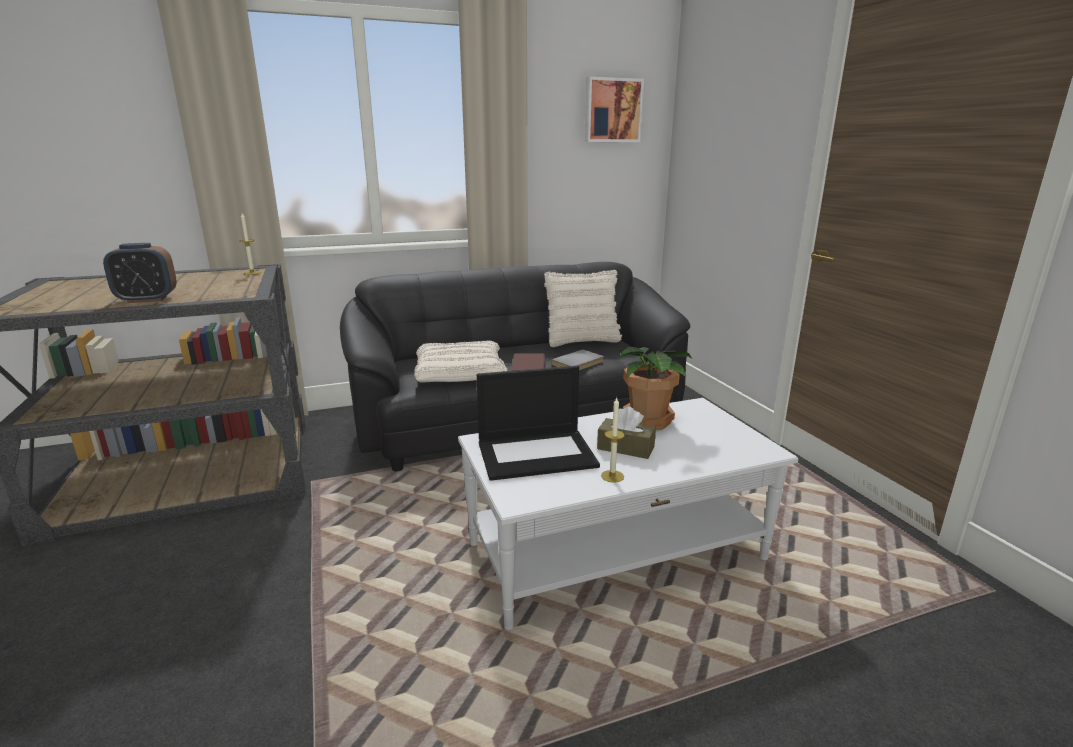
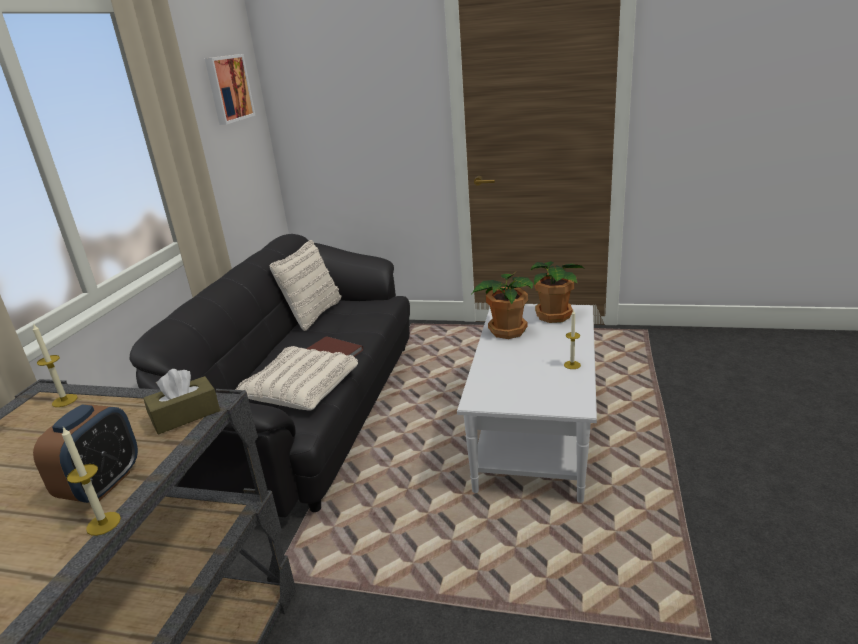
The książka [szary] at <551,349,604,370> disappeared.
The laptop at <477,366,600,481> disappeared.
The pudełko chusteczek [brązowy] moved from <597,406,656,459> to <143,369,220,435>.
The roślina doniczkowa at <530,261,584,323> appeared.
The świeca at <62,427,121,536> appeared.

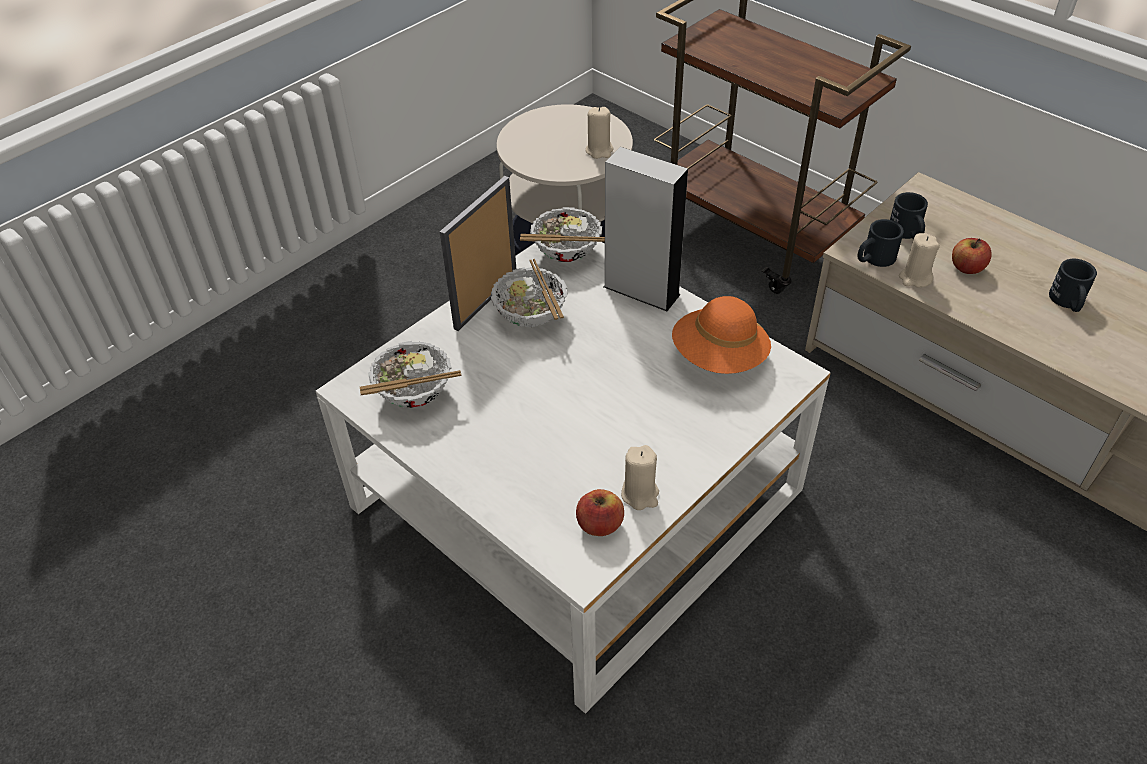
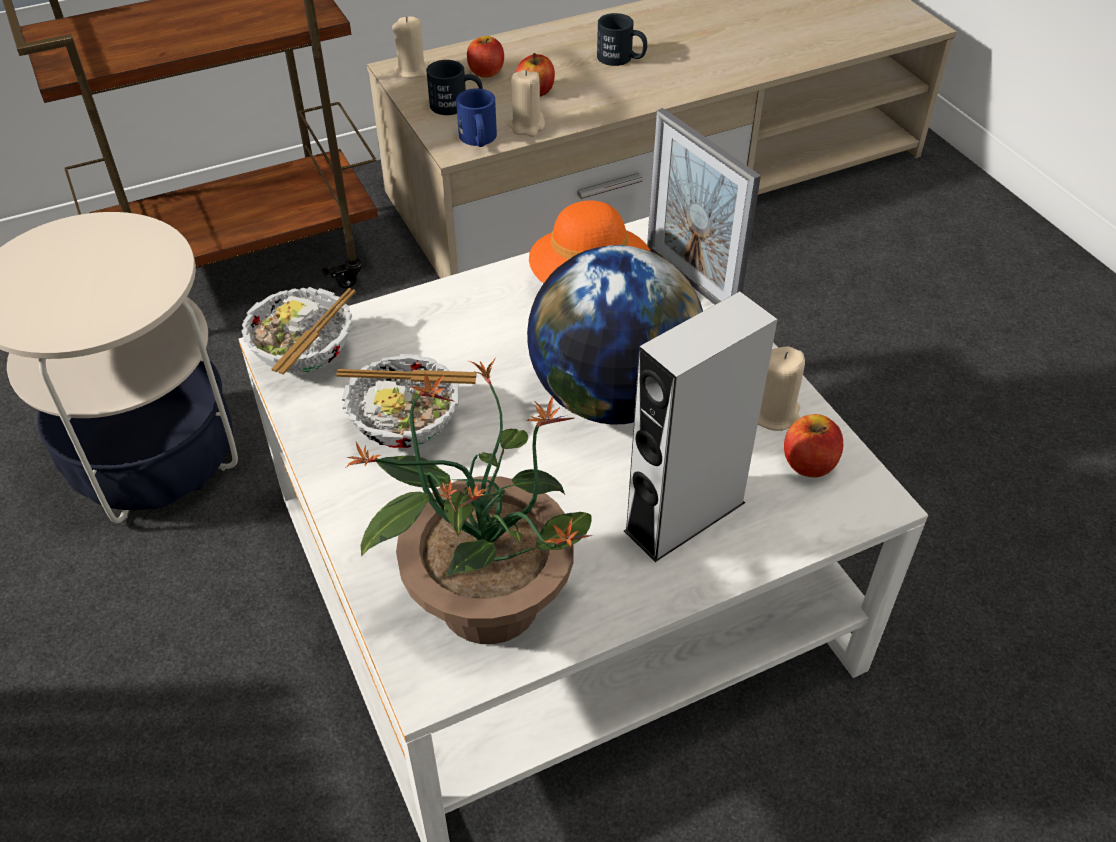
The świeca [beżowy] moved from <585,107,614,159> to <392,16,429,78>.
The głośnik [szary] moved from <603,147,688,311> to <624,291,778,562>.
The ramka na zdjęcie moved from <440,176,516,331> to <647,108,761,305>.
The kubek [czarny] at <858,219,904,267> became the kubek [niebieski] at <456,88,497,147>.
The miska at <360,341,461,408> was replaced by the roślina doniczkowa at <346,359,592,644>.
The jabłko at <467,36,504,78> appeared.
The globus at <527,245,703,425> appeared.

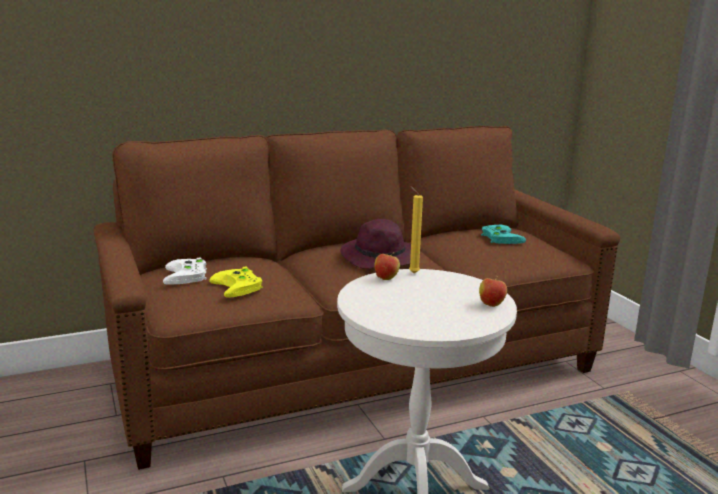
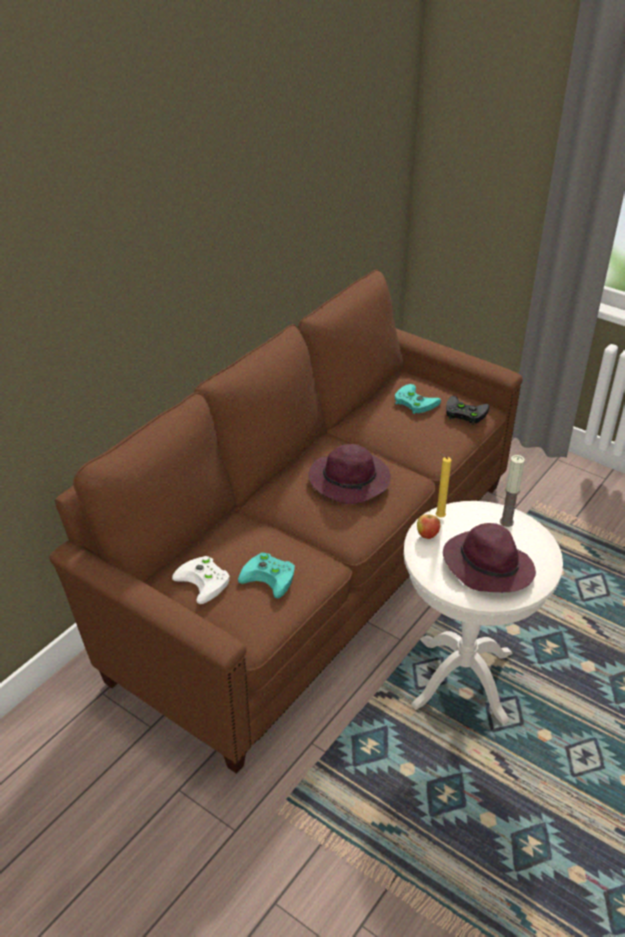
The pad do gier [żółty] at <209,266,263,298> became the pad do gier [turkusowy] at <238,553,295,599>.
The jabłko at <479,276,507,307> disappeared.
The pad do gier [czarny] at <446,396,489,425> appeared.
The świeca at <500,455,525,527> appeared.
The kapelusz [fioletowy] at <443,523,536,592> appeared.

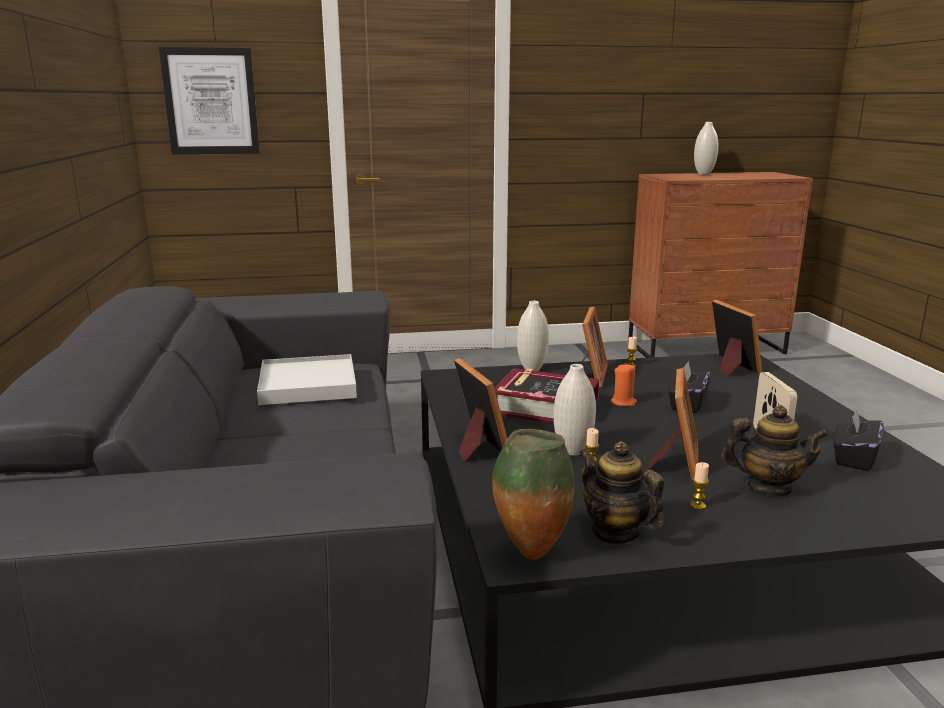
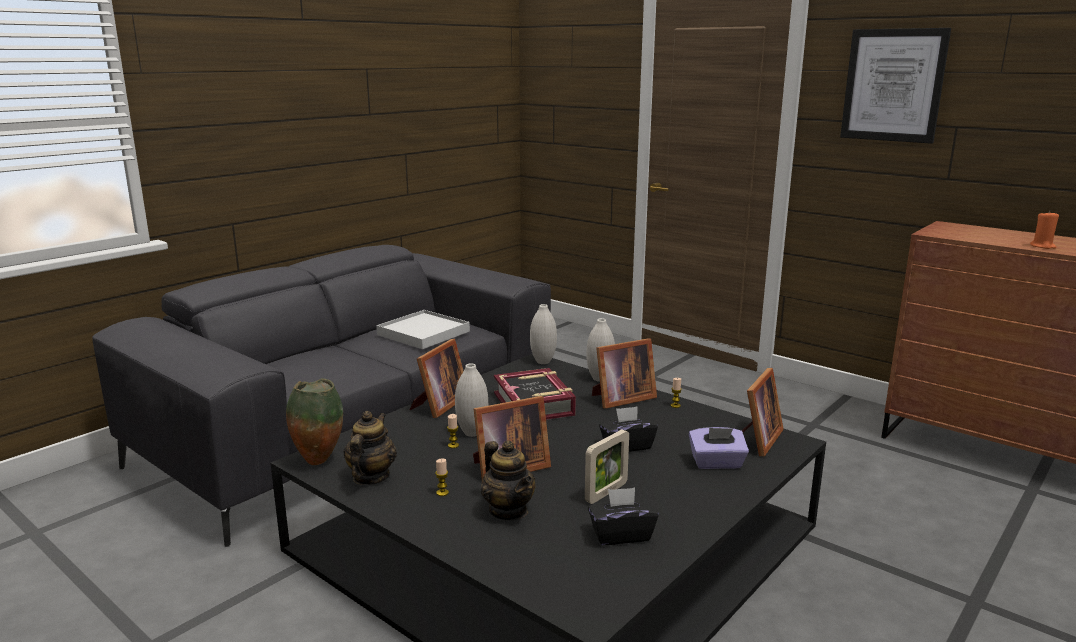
The obraz moved from <159,47,260,154> to <840,28,951,144>.
The wazon [biały] moved from <694,122,718,175> to <530,304,557,364>.
The świeca [pomarańczowy] moved from <610,363,637,406> to <1030,211,1059,249>.
The pudełko chusteczek [fioletowy] at <689,427,749,469> appeared.

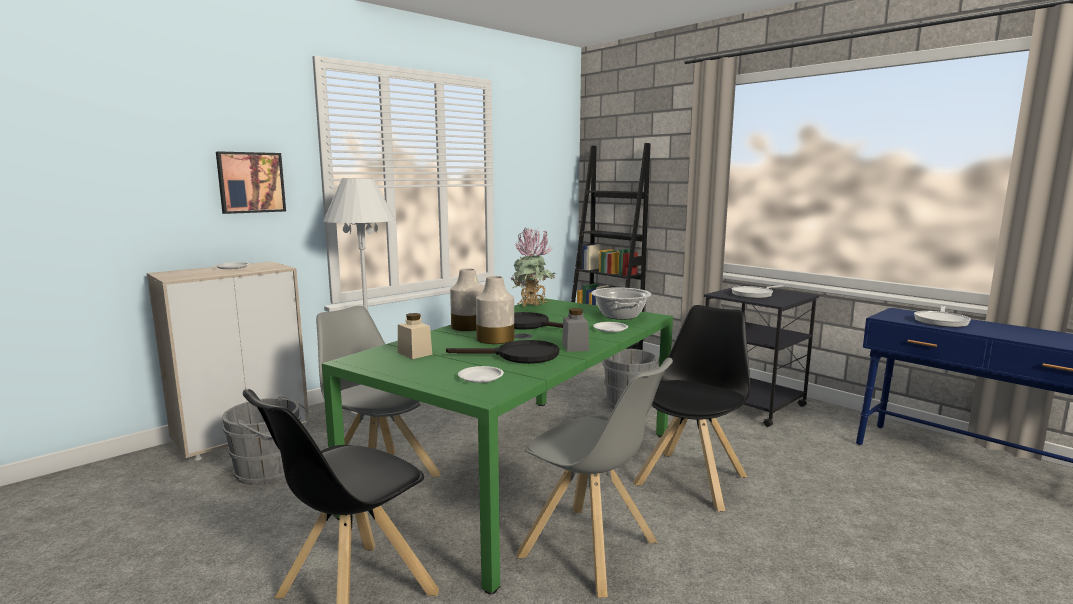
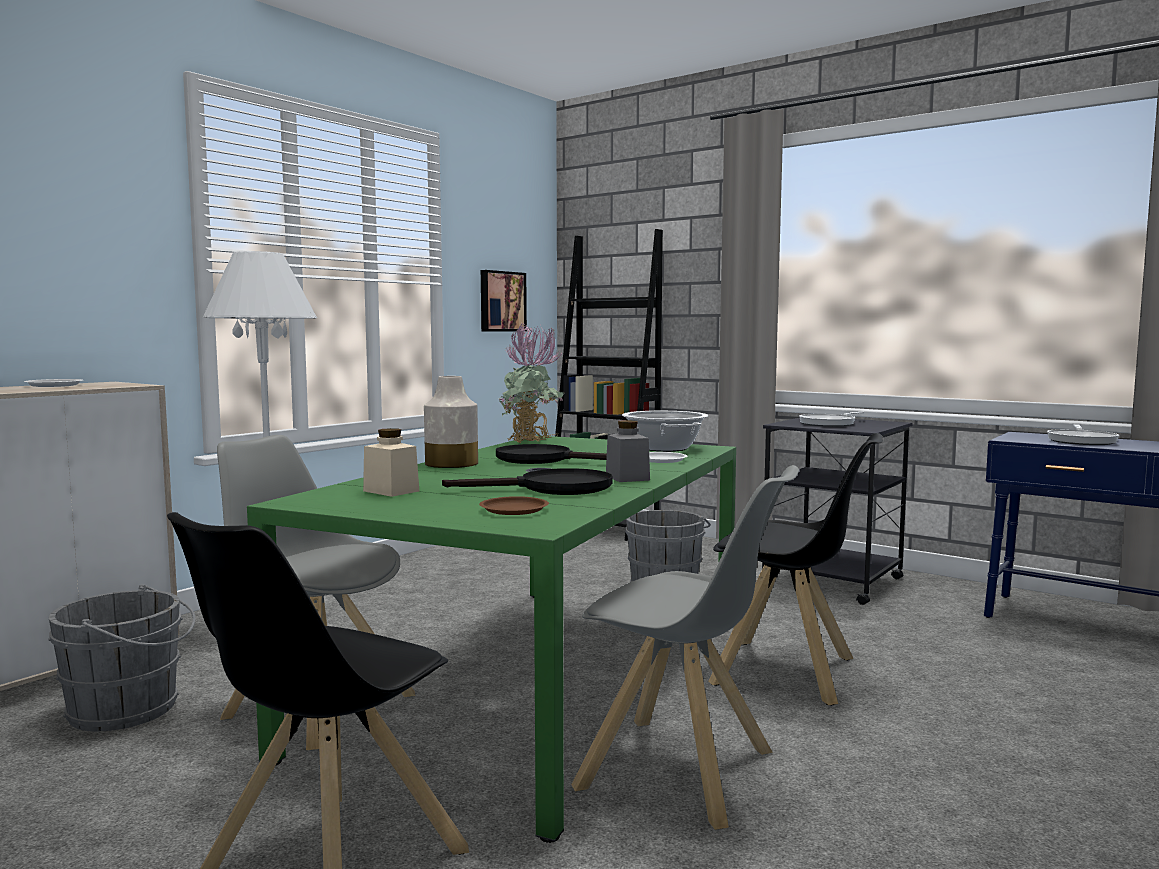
The obraz moved from <216,151,286,214> to <481,270,527,331>.
The wazon [beżowy] at <476,276,514,344> disappeared.
The krzesło [czarny] at <633,305,750,512> turned 90 degrees clockwise.
The talerz [biały] at <458,366,504,383> became the talerz [brązowy] at <479,496,549,515>.

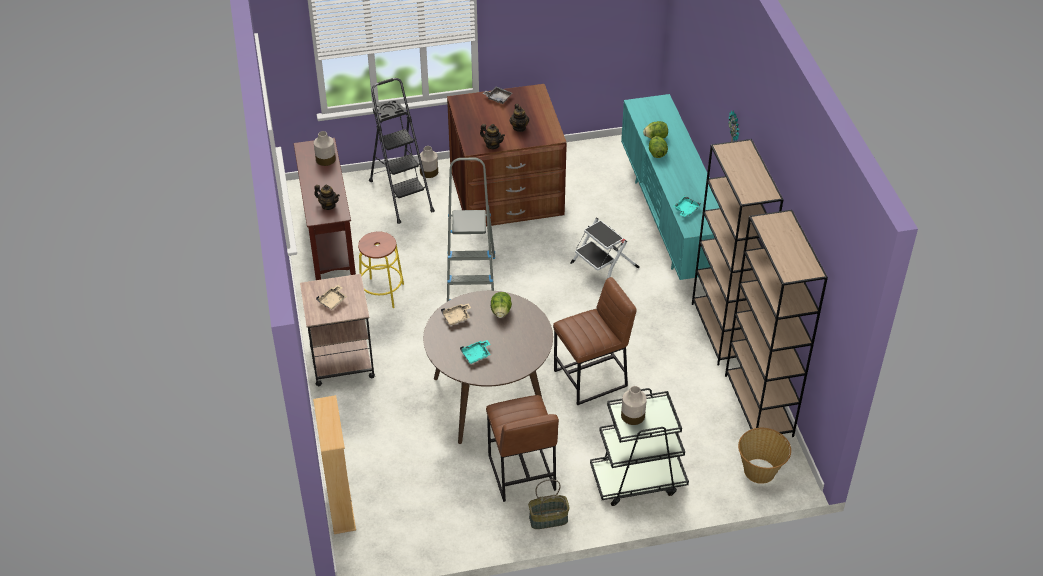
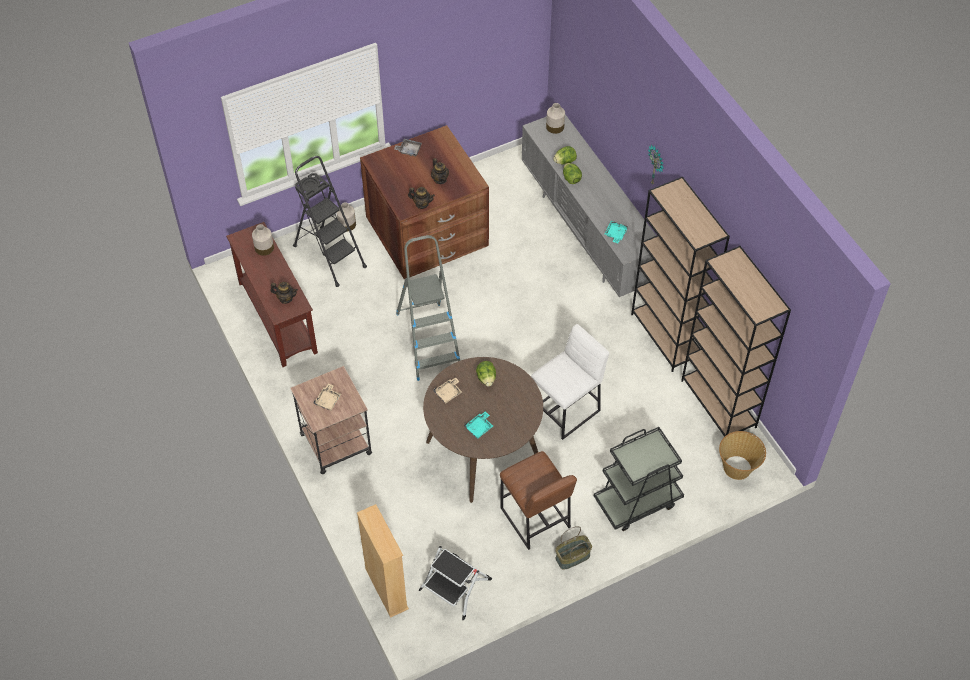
The szafka [turkusowy] at <621,94,719,280> became the szafka [szary] at <522,114,656,297>.
The drabinka moved from <570,217,640,278> to <419,546,492,620>.
The stołek [żółty] at <358,232,404,308> disappeared.
The krzesło [brązowy] at <553,277,637,405> became the krzesło [biały] at <531,324,609,440>.
The wazon [beżowy] moved from <621,386,647,425> to <546,103,565,134>.

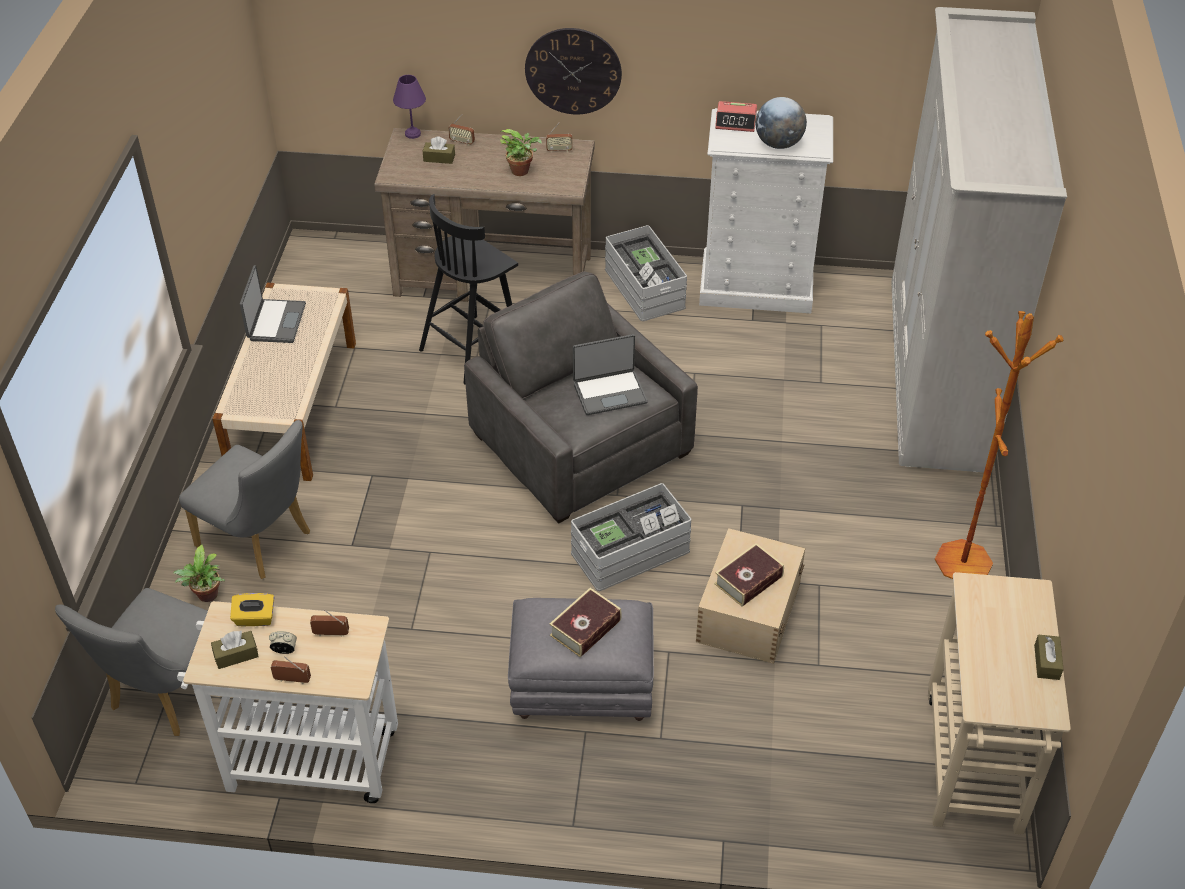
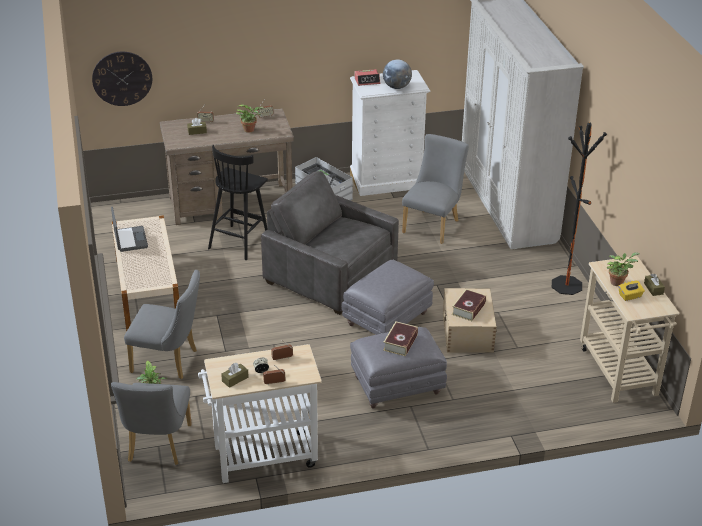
The zegar ścienny moved from <525,28,622,114> to <92,52,152,106>.
The lampa stołowa [fioletowy] at <393,75,426,139> disappeared.
The wieszak [pomarańczowy] at <935,311,1064,579> became the wieszak [czarny] at <552,122,607,295>.
The laptop at <573,334,648,415> disappeared.
The pojemnik do przechowywania [szary] at <571,483,691,591> was replaced by the pufa [szary] at <342,260,434,335>.
The pudełko chusteczek [żółty] moved from <230,593,275,626> to <618,281,645,301>.
The krzesło [szary] at <402,134,469,244> appeared.
The roślina doniczkowa at <607,252,639,286> appeared.

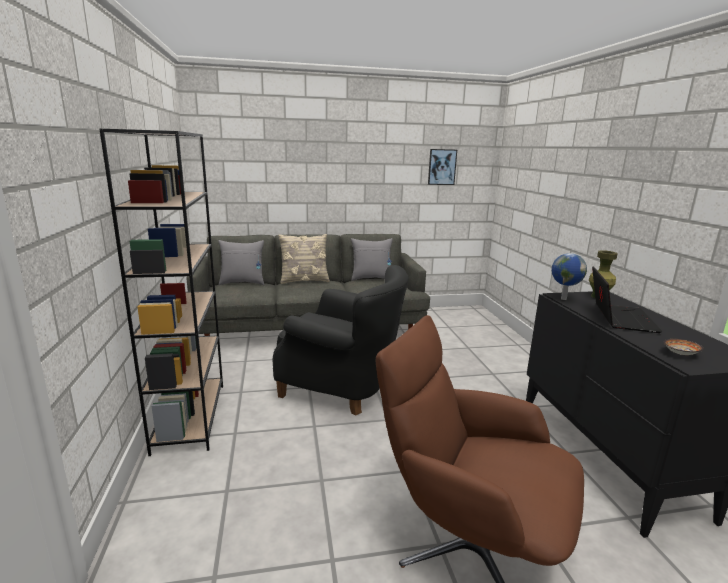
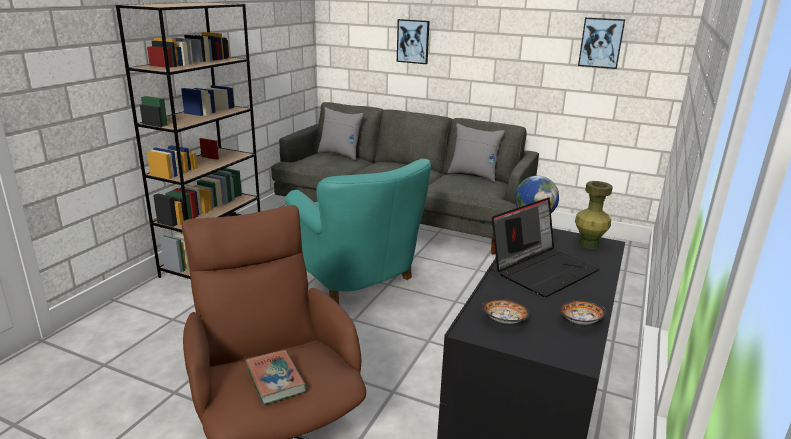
The poduszka [beżowy] at <278,234,329,284> disappeared.
The fotel [czarny] at <273,265,409,416> became the fotel [turkusowy] at <285,159,431,304>.
The obraz at <397,19,430,64> appeared.
The miska at <560,300,606,325> appeared.
The książka at <245,350,307,405> appeared.

